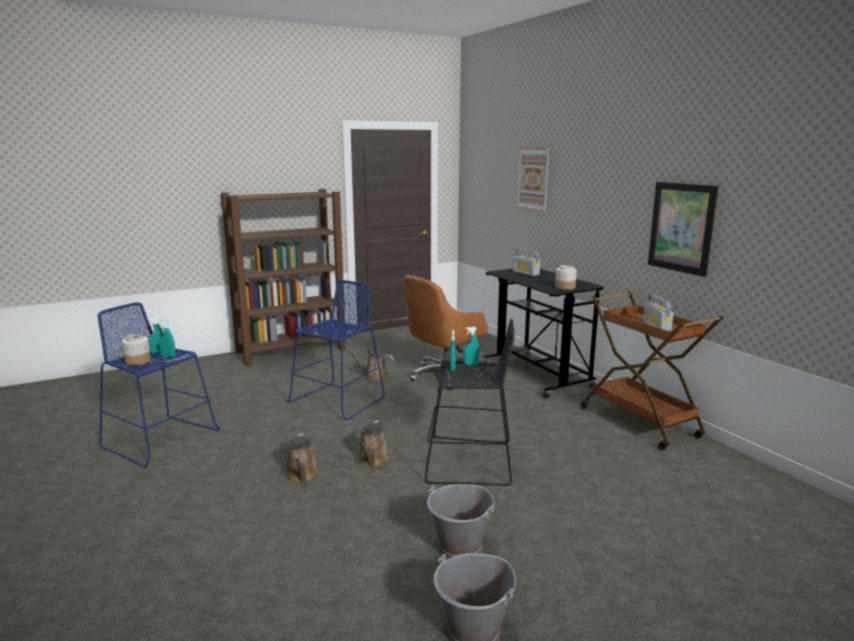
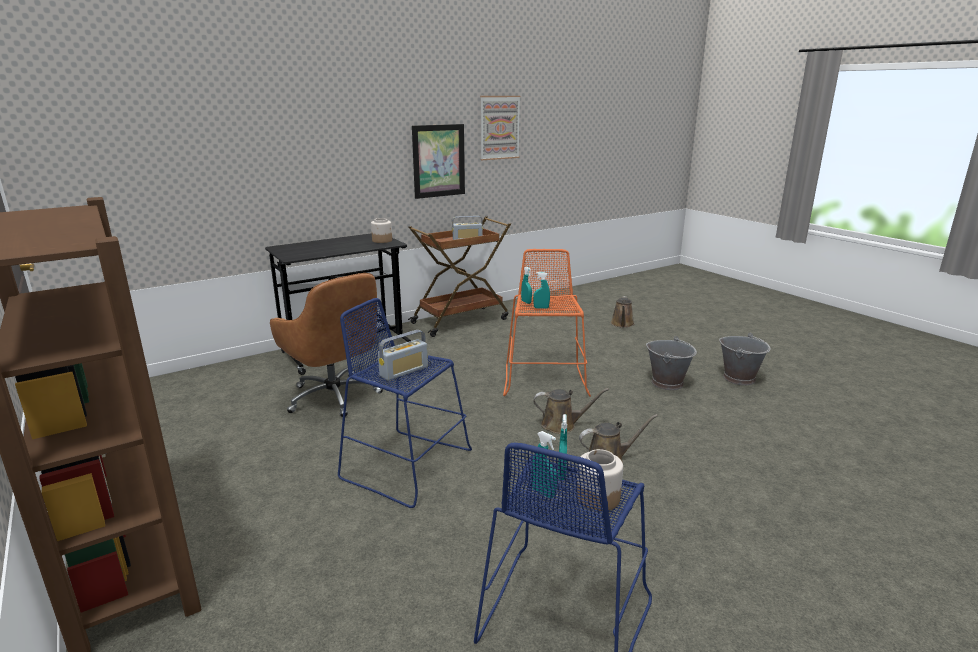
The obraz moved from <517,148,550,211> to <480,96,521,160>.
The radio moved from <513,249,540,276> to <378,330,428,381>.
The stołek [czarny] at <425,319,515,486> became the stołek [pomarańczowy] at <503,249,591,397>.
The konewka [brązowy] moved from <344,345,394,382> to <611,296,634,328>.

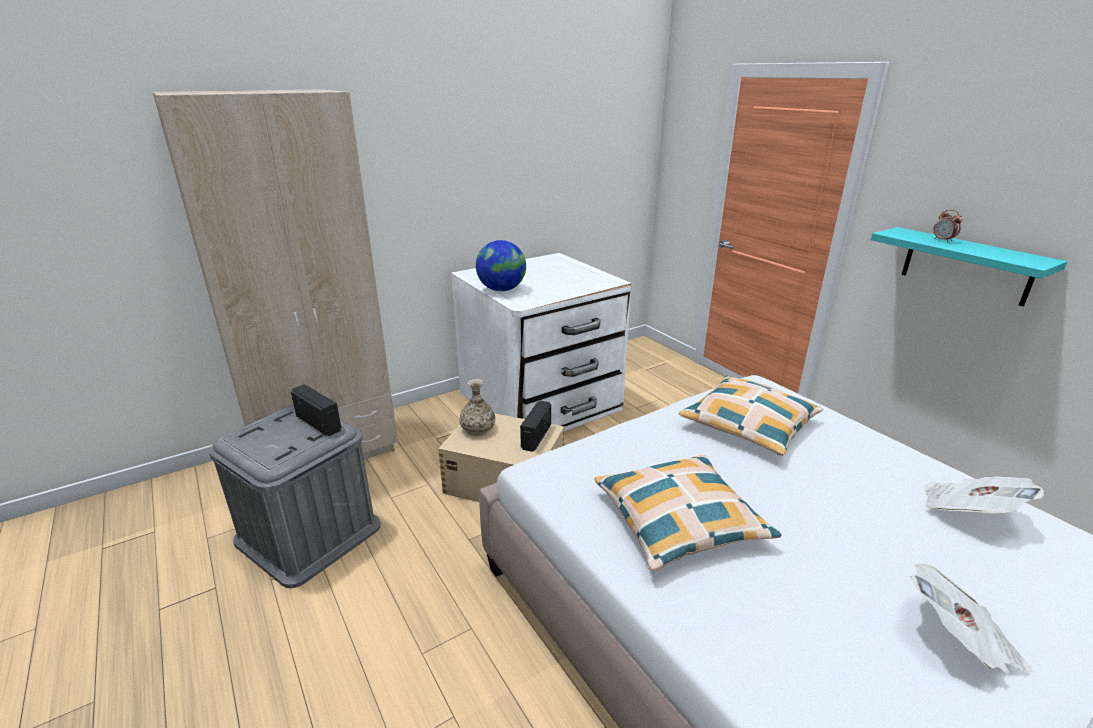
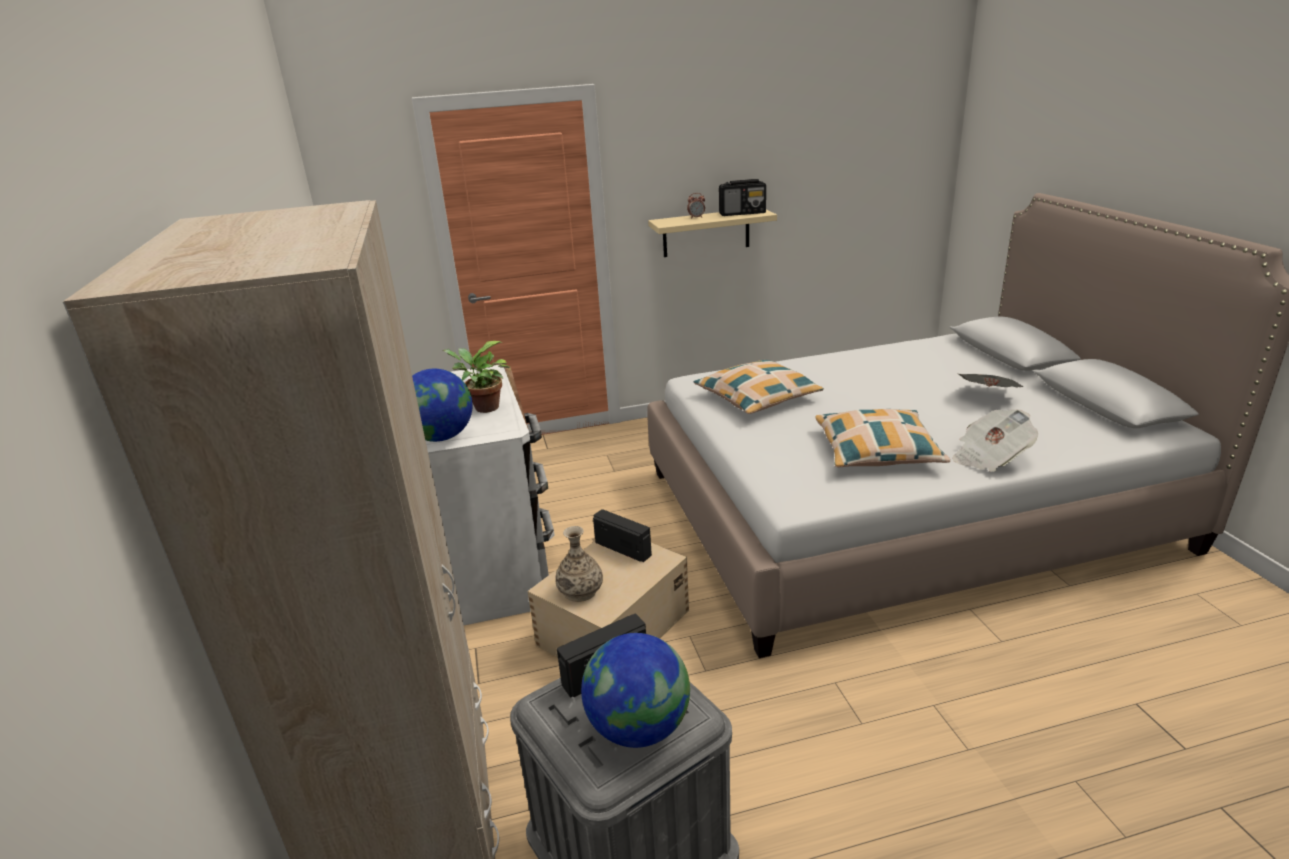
The półka [turkusowy] at <871,227,1068,306> became the półka [beżowy] at <648,210,777,257>.
The gazeta moved from <925,476,1044,514> to <952,409,1038,472>.
The radio at <719,179,766,216> appeared.
The roślina doniczkowa at <443,341,509,413> appeared.
The globus at <581,633,690,748> appeared.

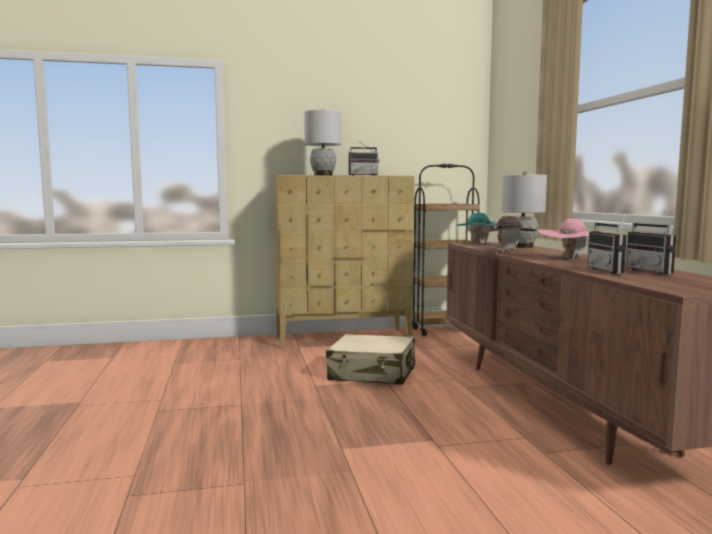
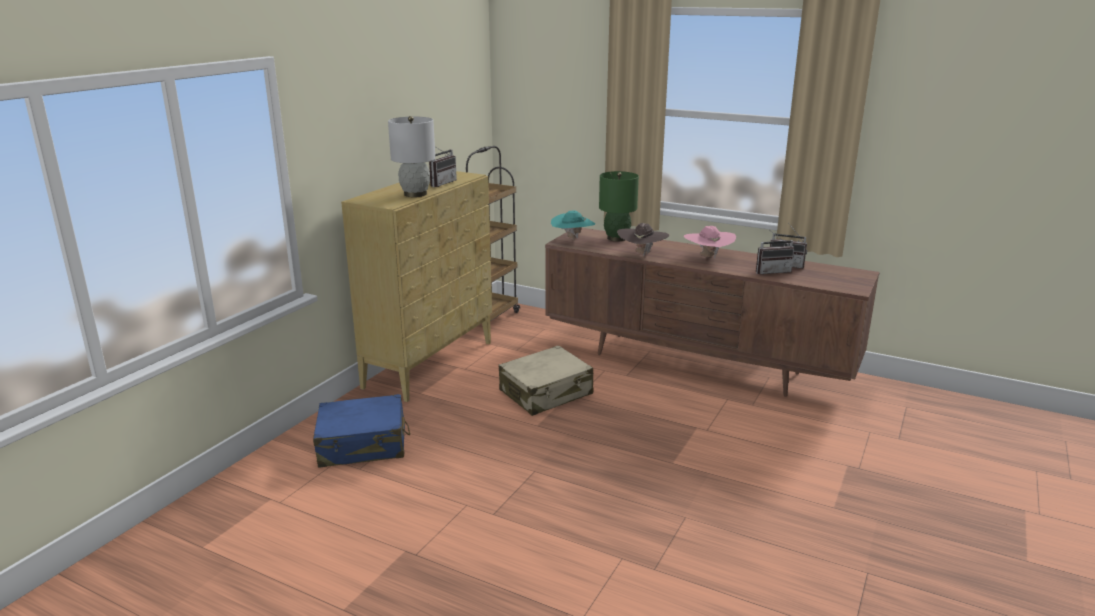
The lampa stołowa [biały] at <502,172,547,248> became the lampa stołowa [zielony] at <599,171,639,241>.
The radio at <587,211,627,274> turned 45 degrees counterclockwise.
The walizka [niebieski] at <313,394,410,468> appeared.

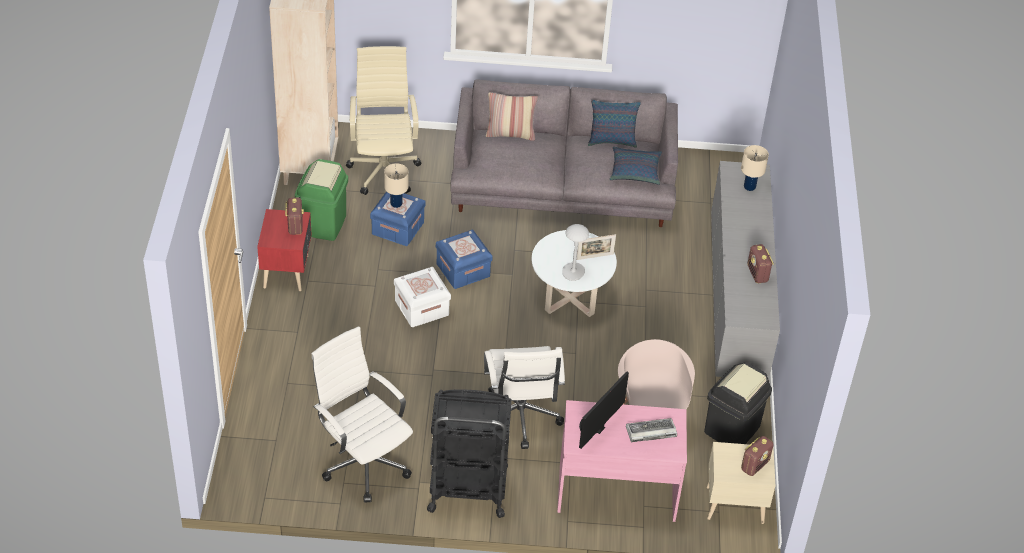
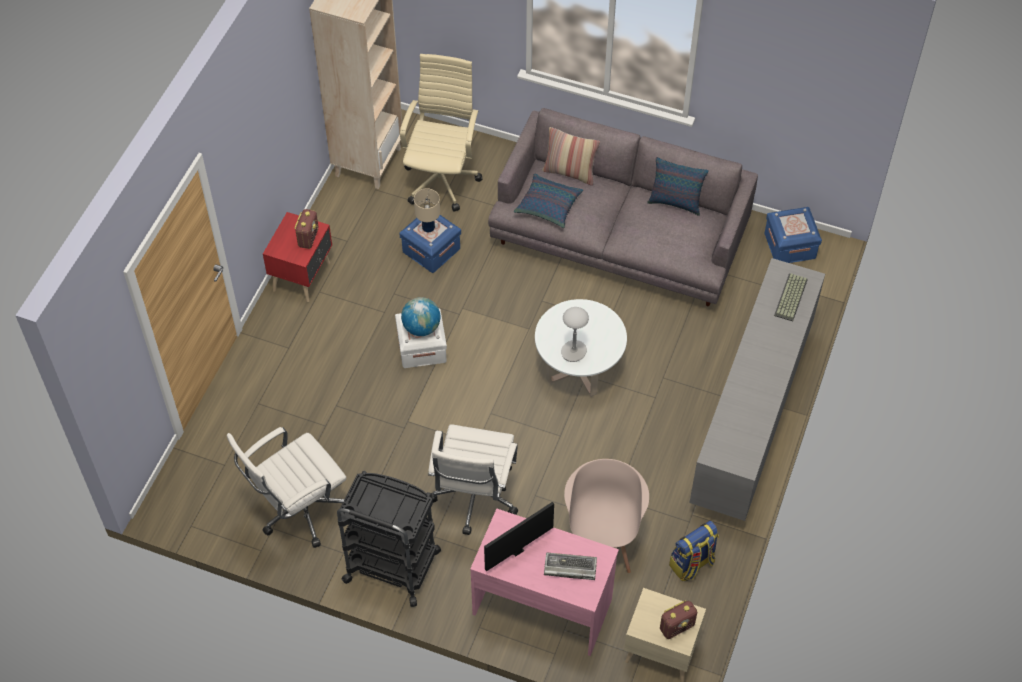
The lampa stołowa [beżowy] at <741,145,769,191> was replaced by the klawiatura at <774,273,808,321>.
The poduszka [niebieski] moved from <610,146,662,185> to <514,174,583,228>.
The kosz na śmieci [zielony] at <295,159,348,241> disappeared.
The pojemnik do przechowywania [niebieski] moved from <436,230,493,289> to <764,207,822,263>.
The ramka na zdjęcie at <576,234,616,260> disappeared.
The radio at <747,244,774,283> disappeared.
The krzesło biurowe [biały] at <311,326,413,502> turned 105 degrees counterclockwise.
The kosz na śmieci [czarny] at <704,362,772,444> was replaced by the plecak at <669,521,719,581>.
The globus at <401,297,440,336> appeared.

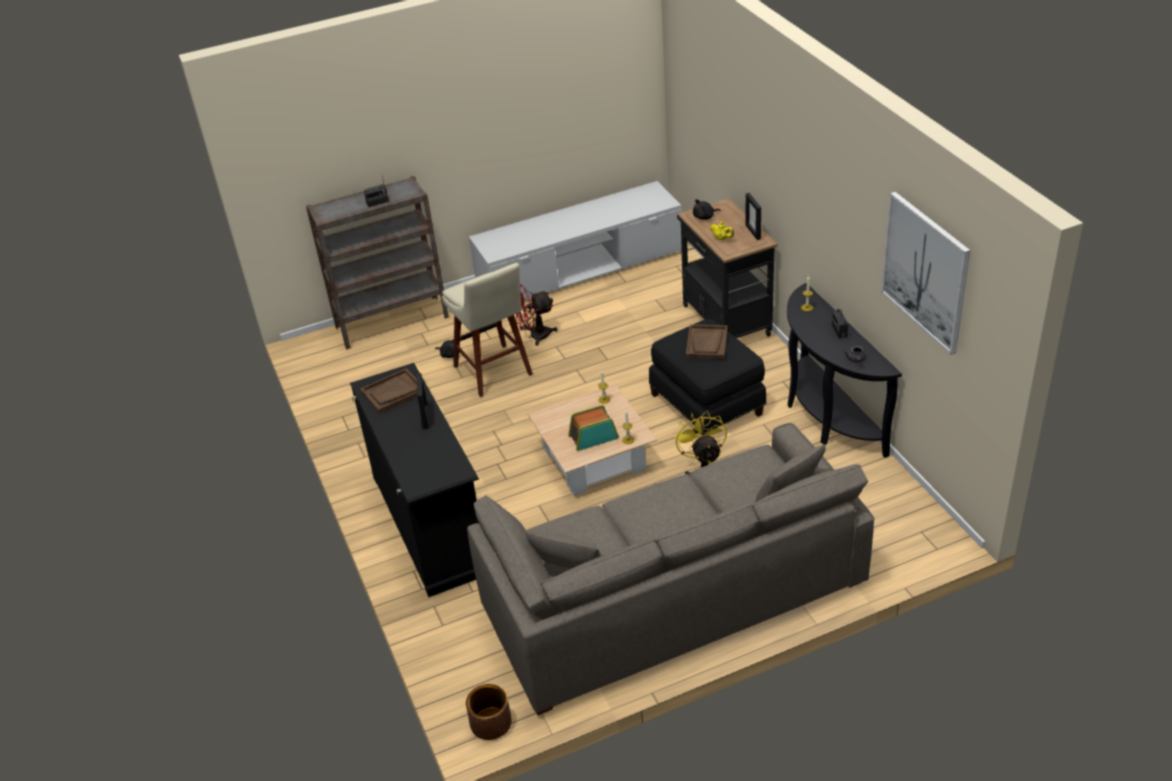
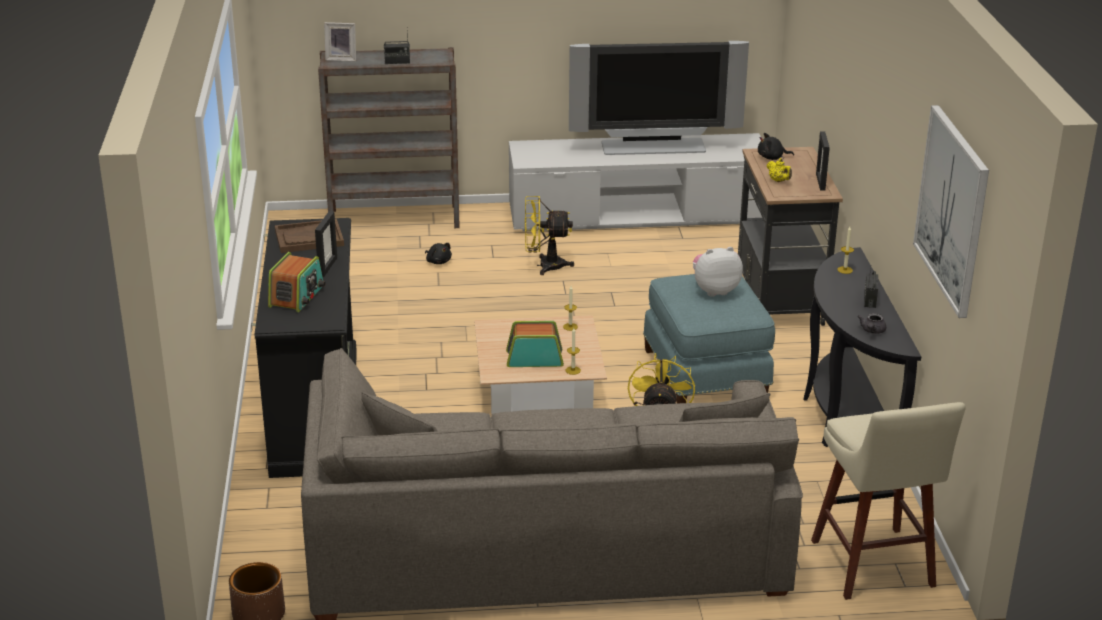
The stołek [beżowy] moved from <442,263,533,397> to <811,402,966,600>.
The wentylator [czerwony] at <516,285,557,346> became the wentylator [żółty] at <525,196,574,275>.
The pufa [czarny] at <649,319,766,436> became the pufa [niebieski] at <643,274,775,404>.
The taca [brązowy] at <686,324,728,359> was replaced by the pluszak at <693,247,743,297>.
The ramka na zdjęcie at <324,22,356,61> appeared.
The telewizor at <569,41,749,155> appeared.
The radio at <268,252,325,312> appeared.

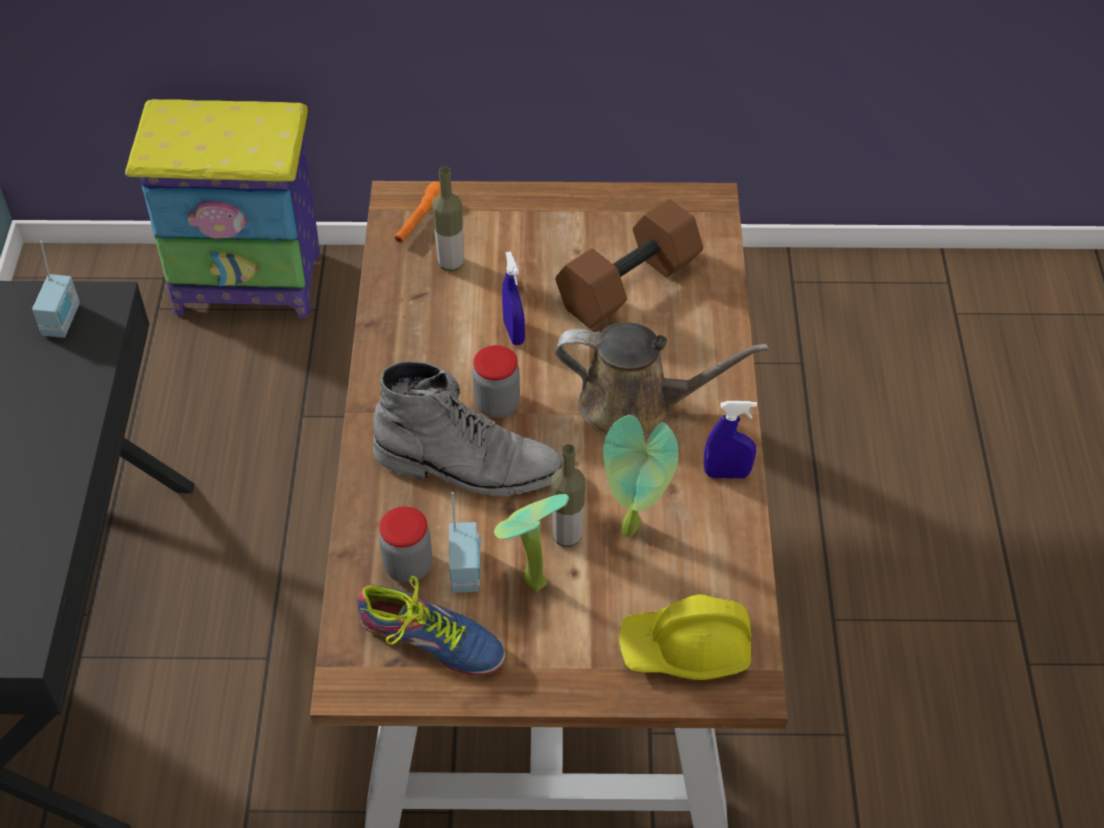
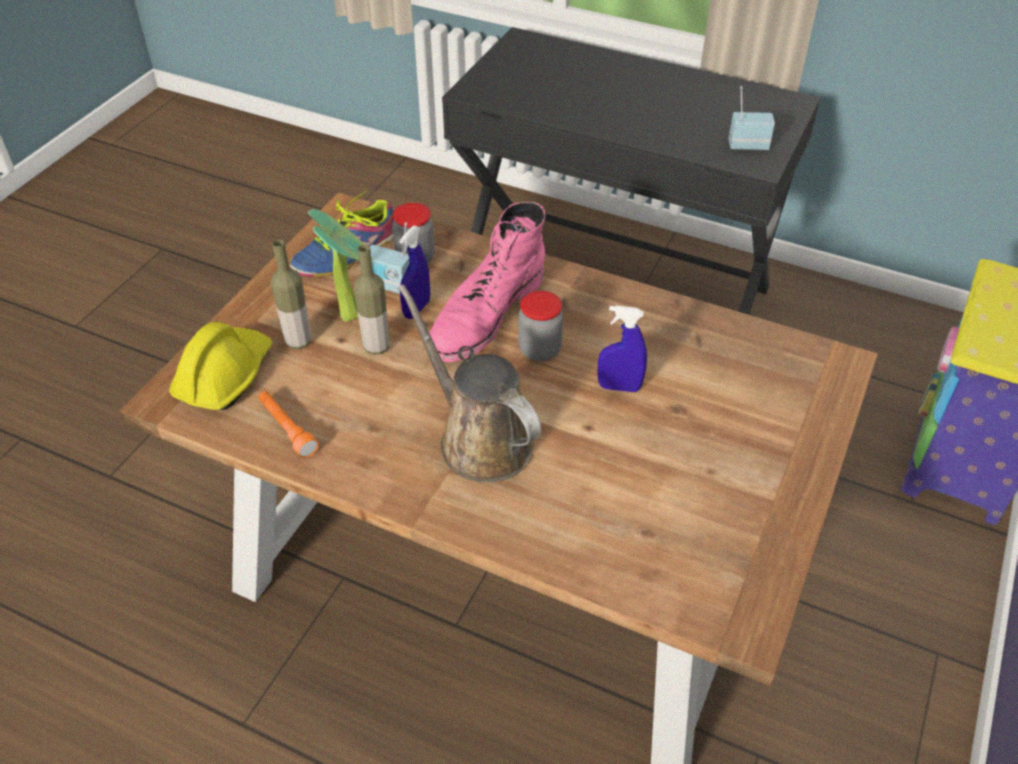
The butelka moved from <432,167,464,271> to <270,239,311,349>.
The latarka [pomarańczowy] moved from <394,181,441,243> to <258,391,319,458>.
The hantel [brązowy] at <555,199,703,328> disappeared.
The radio at <32,241,80,338> turned 150 degrees clockwise.
The konewka [brązowy] at <555,322,769,439> turned 105 degrees clockwise.
The but z cholewką [szary] at <373,361,562,496> became the but z cholewką [różowy] at <429,202,545,362>.
The spryskiwacz [niebieski] moved from <704,401,757,479> to <399,226,430,319>.
The roślina doniczkowa at <603,415,679,537> disappeared.

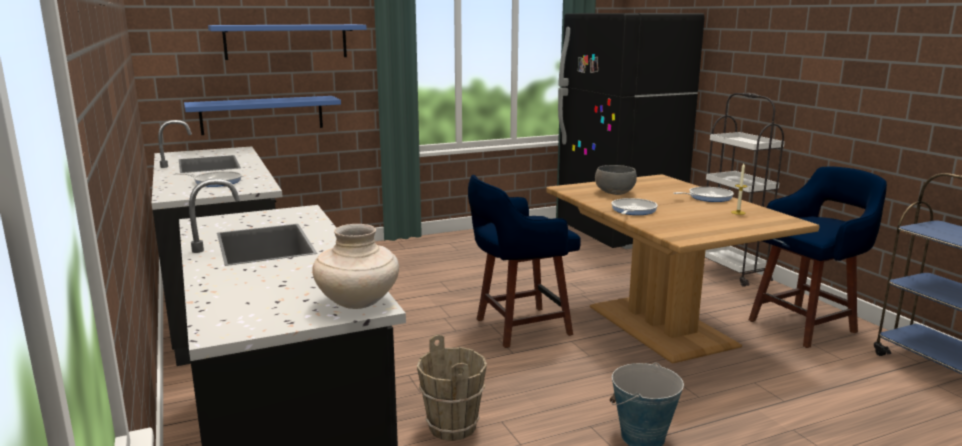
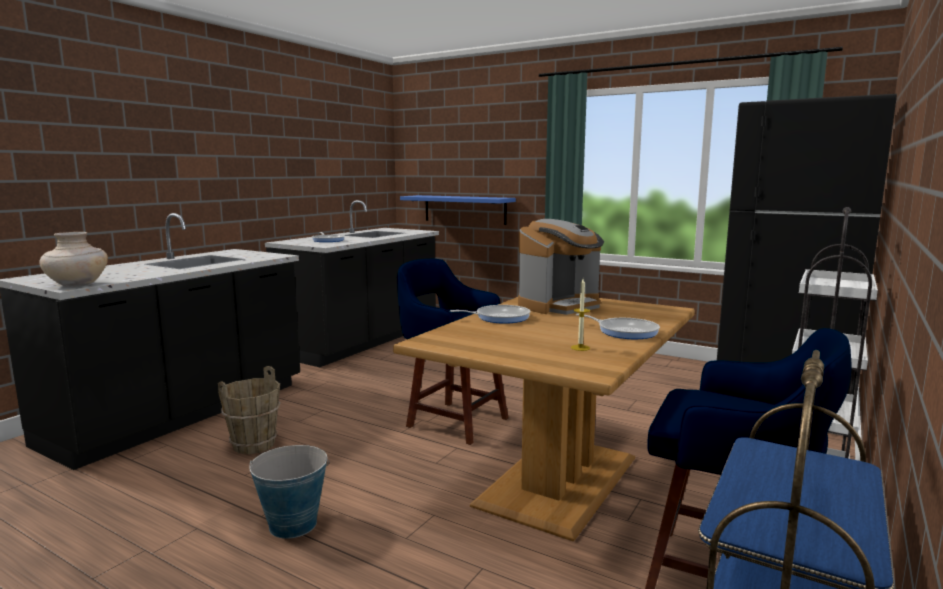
The półka [niebieski] at <208,24,367,60> disappeared.
The miska [szary] at <595,165,637,195> was replaced by the ekspres do kawy at <518,219,604,315>.

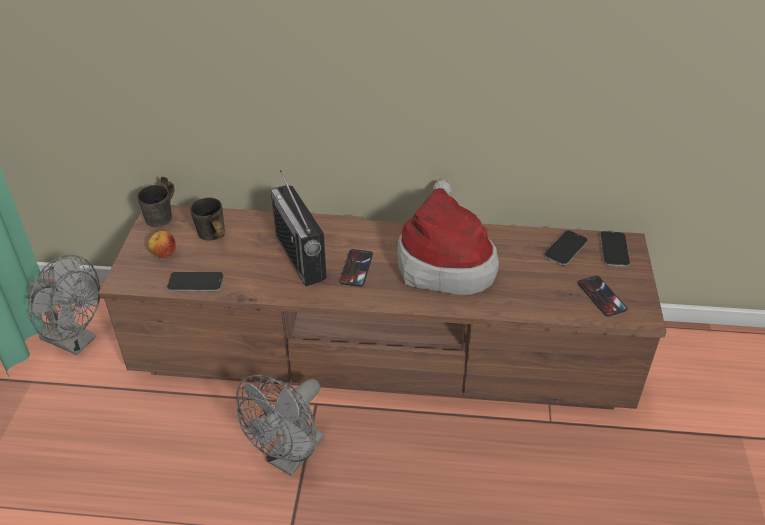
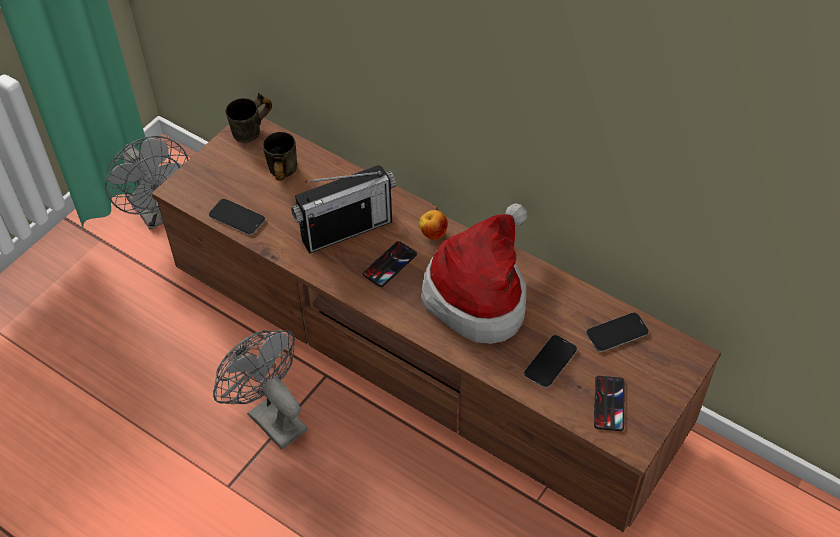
The radio at <270,170,327,286> turned 120 degrees counterclockwise.
The jabłko moved from <148,231,176,258> to <419,210,448,240>.
The telefon moved from <600,231,630,267> to <524,335,577,388>.
The wentylator [szary] at <236,375,324,476> turned 75 degrees clockwise.

